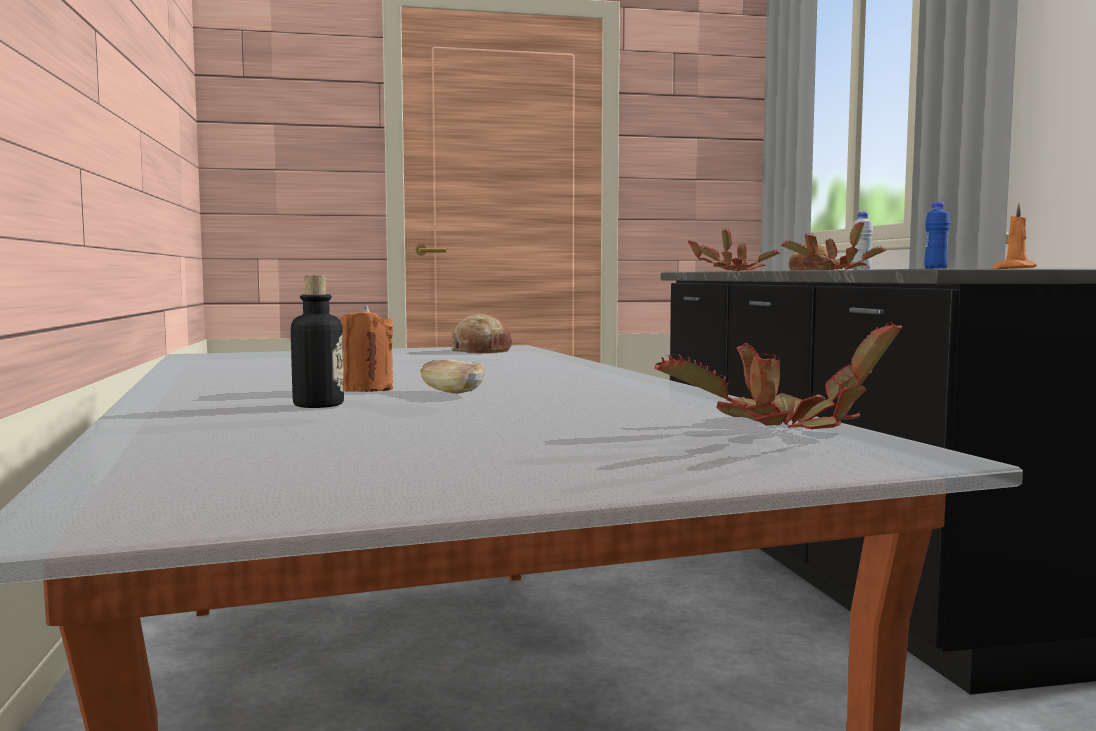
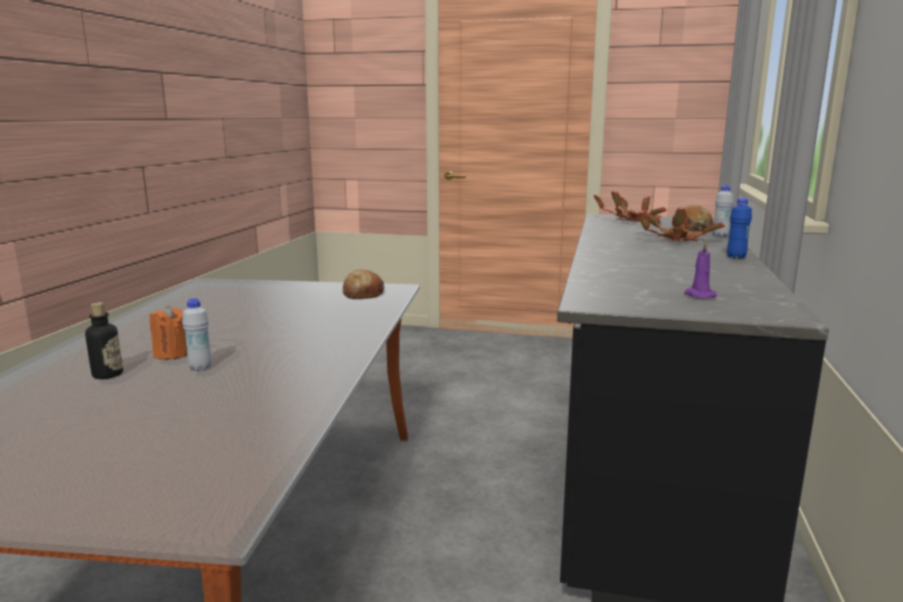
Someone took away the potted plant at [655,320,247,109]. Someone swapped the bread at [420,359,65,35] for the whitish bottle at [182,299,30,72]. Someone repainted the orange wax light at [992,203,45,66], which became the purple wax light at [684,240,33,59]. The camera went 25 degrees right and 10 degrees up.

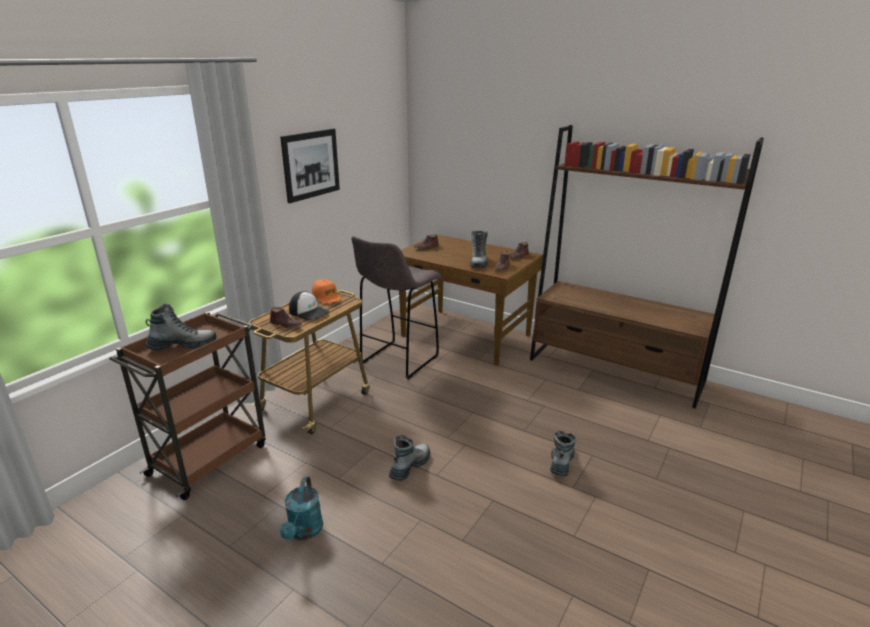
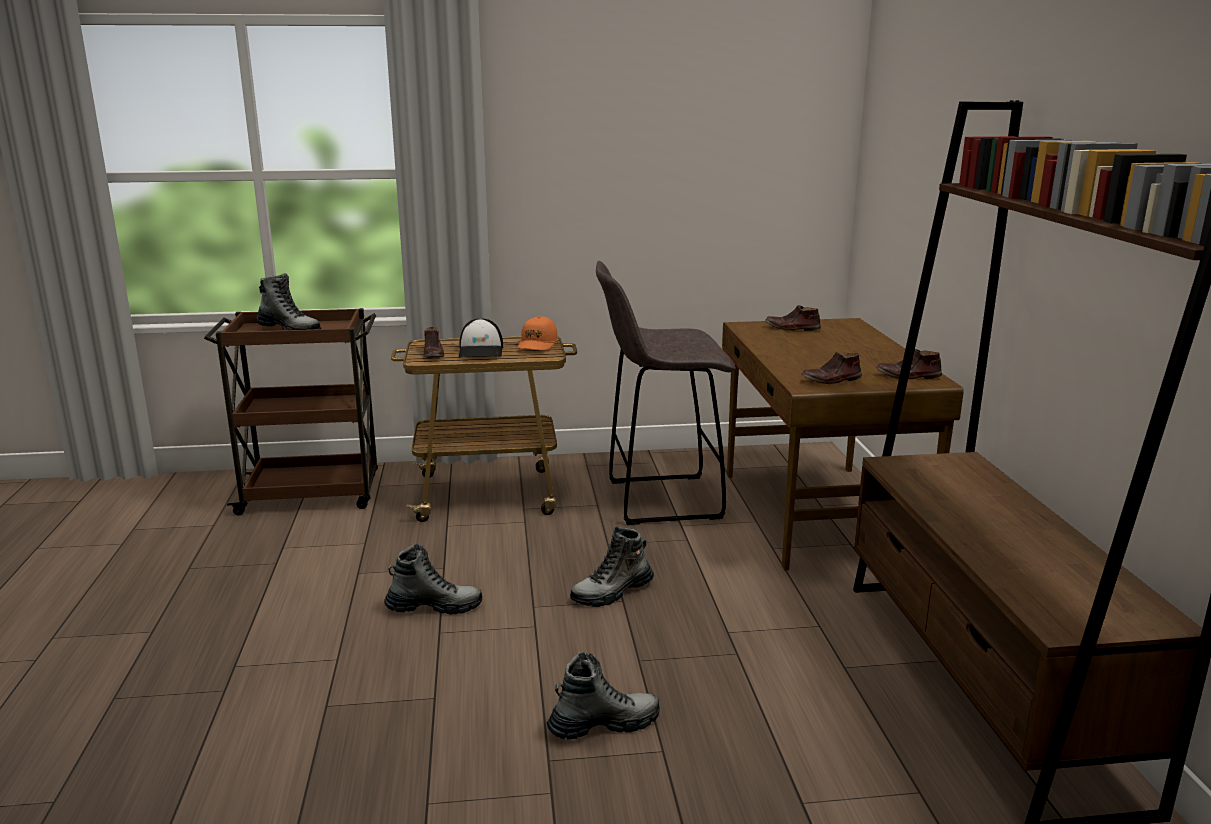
Someone took away the wall picture at [280,129,60,74]. Someone took away the turquoise watering pot at [280,476,43,64]. Someone carried the high-top boot from [470,231,18,37] to [570,526,84,81]. The camera went 50 degrees right and 5 degrees down.

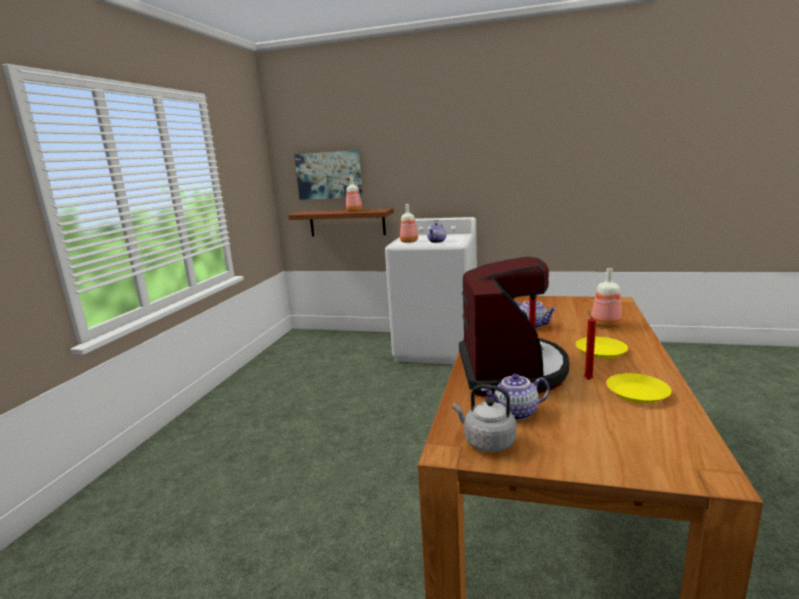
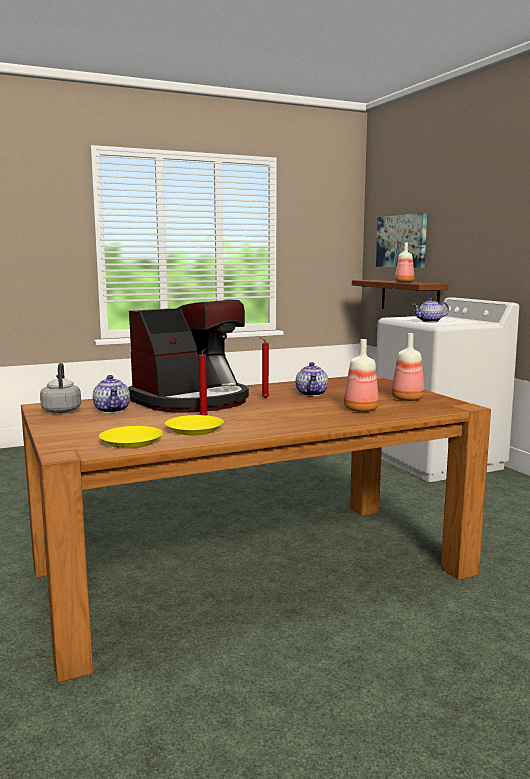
Someone carried the bottle from [400,204,18,39] to [391,333,33,68]. Someone carried the yellow plate from [576,337,52,22] to [99,426,64,23]. Someone rotated the pot for tea at [481,374,69,47] by 150 degrees counterclockwise. The camera went 50 degrees right and 5 degrees down.

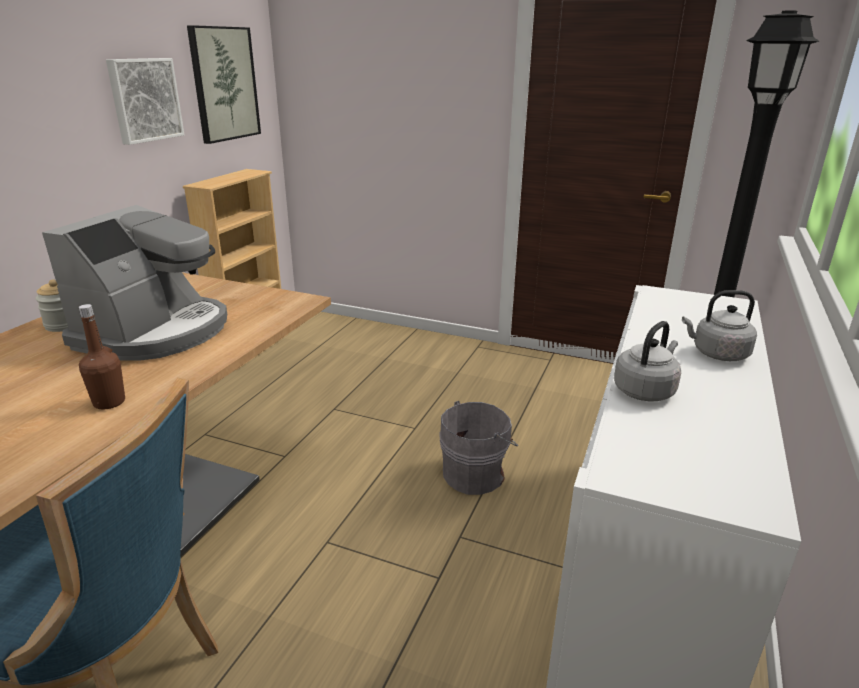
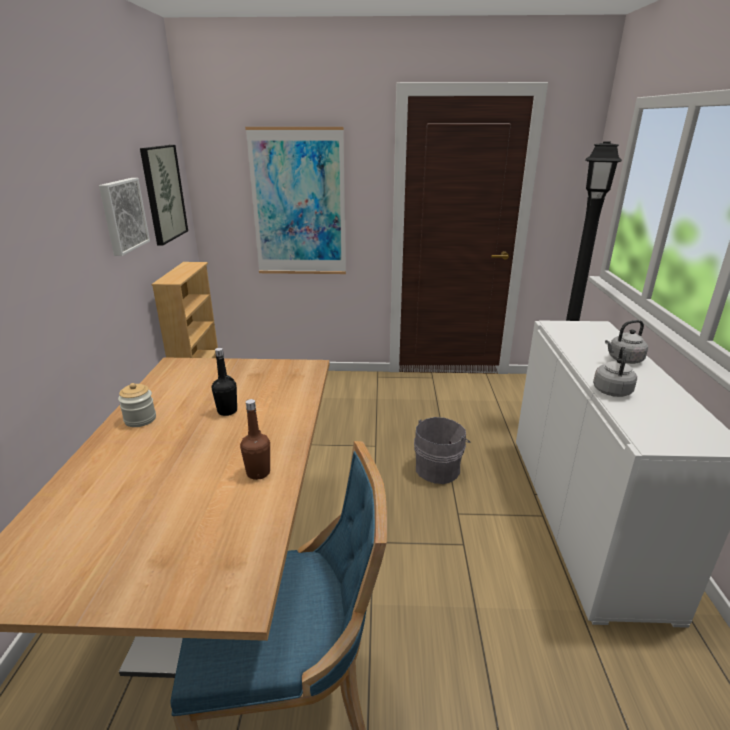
Someone put up the wall picture at [245,127,101,147]. Someone swapped the coffee brewer at [42,205,185,156] for the black-coloured bottle at [212,348,25,68]. The camera went 20 degrees left and 0 degrees up.

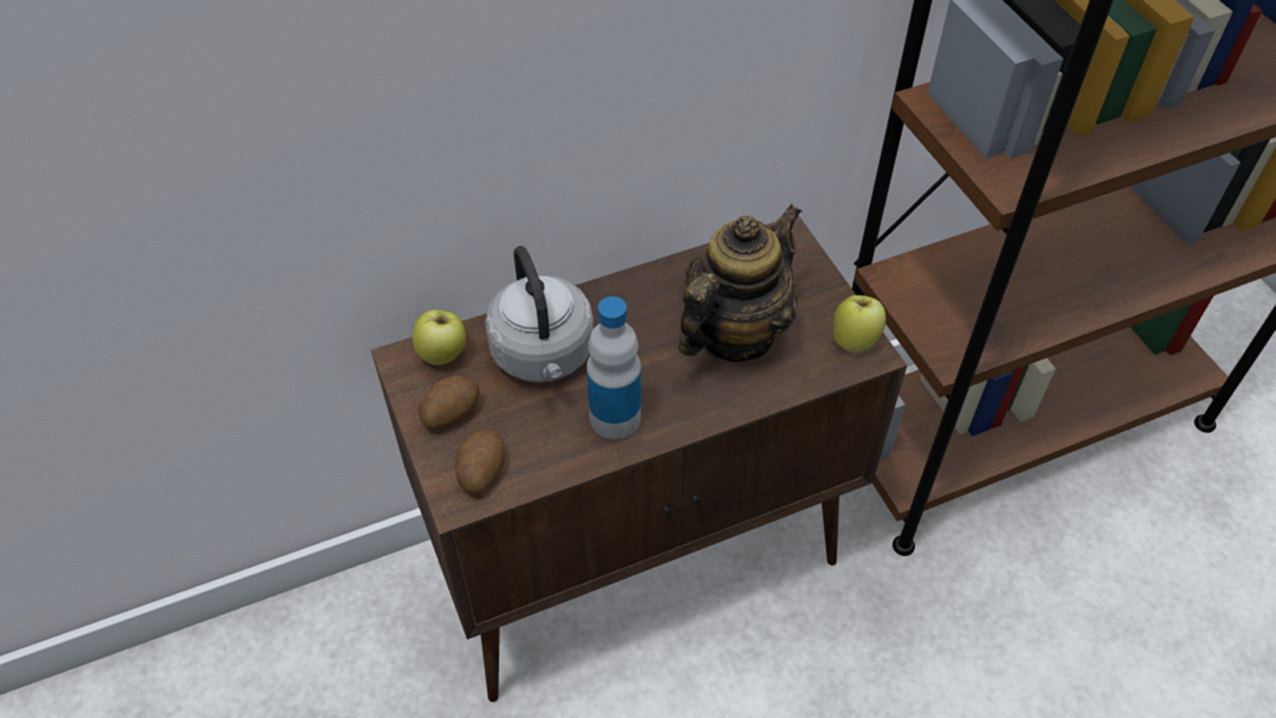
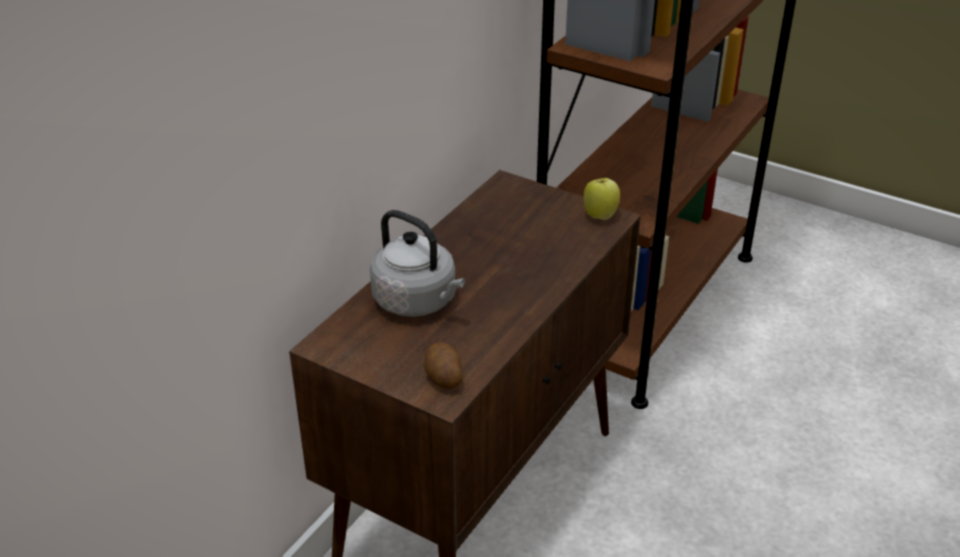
Someone took away the apple fruit at [413,309,53,56]. Someone took away the potato at [419,375,60,55]. Someone took away the bottle at [587,296,54,143]. Someone took away the pot for tea at [678,204,124,158]. The camera went 35 degrees left and 15 degrees down.

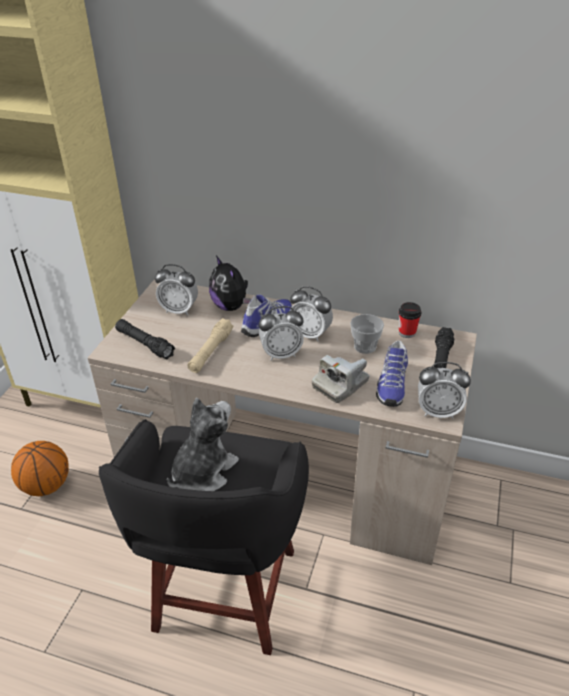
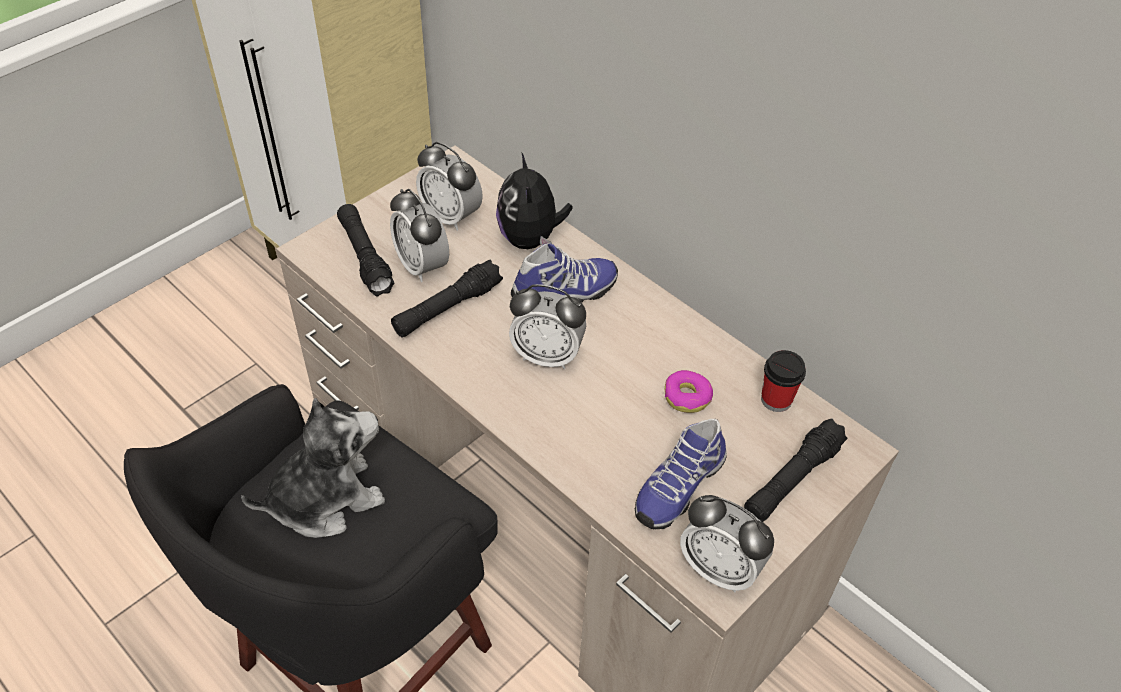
Someone took away the basketball at [11,441,58,55]. Someone took away the photo camera at [312,355,58,48]. Someone carried the alarm clock from [290,286,43,56] to [390,189,59,93]. Someone swapped the drinking cup at [350,314,34,40] for the doughnut at [665,370,48,43]. Someone repainted the beige torch at [187,318,46,55], which became the black-coloured torch at [391,259,112,78]. The camera went 25 degrees right and 10 degrees up.

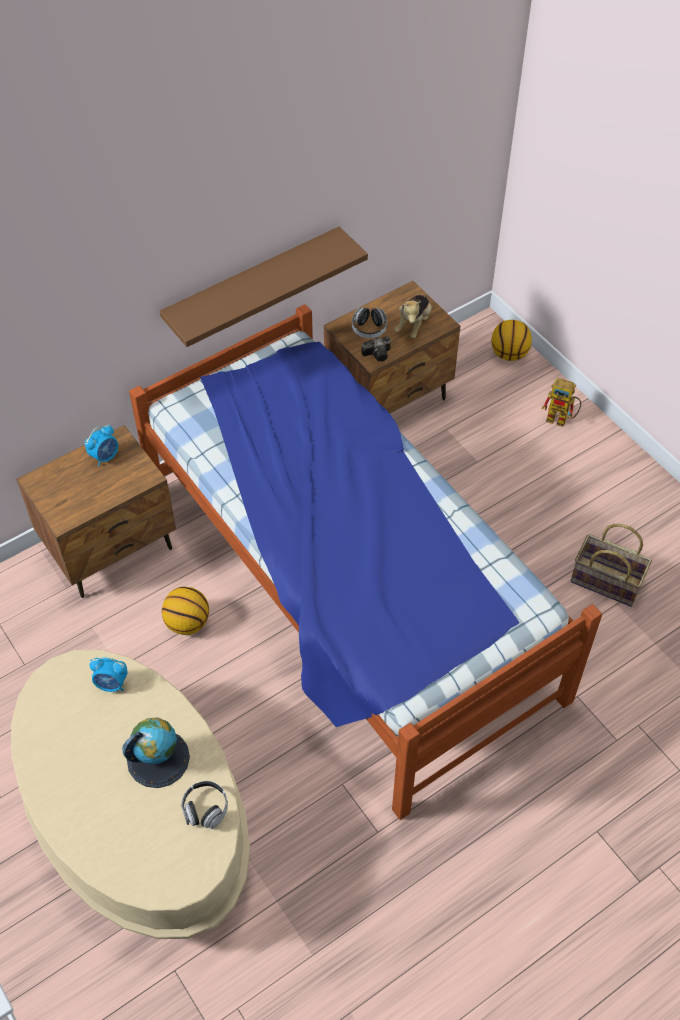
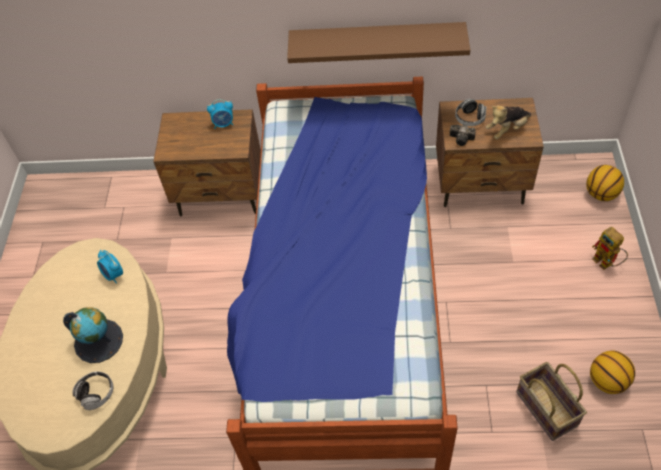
Someone carried the basketball from [162,587,47,48] to [590,350,45,44]. The camera went 40 degrees right and 0 degrees up.

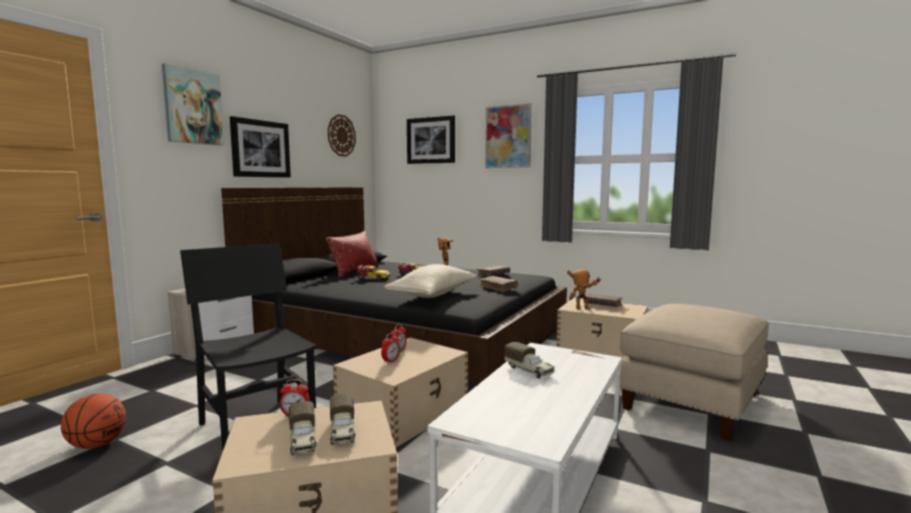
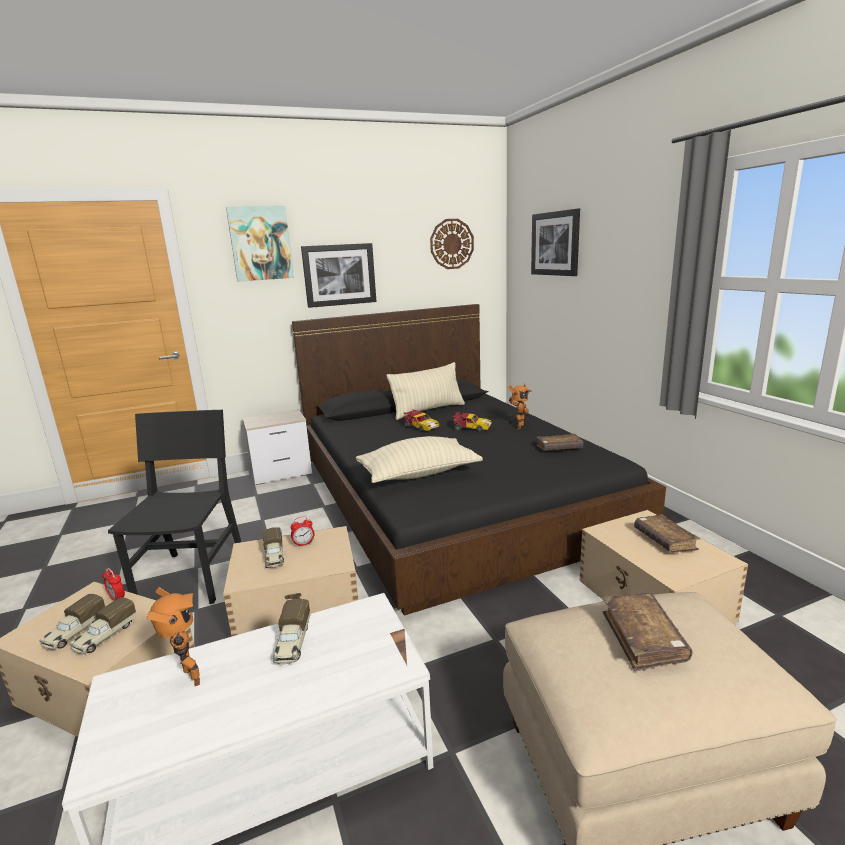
Someone took away the basketball at [61,394,65,55]. Someone took away the wall picture at [486,103,46,65]. Someone carried the brownish volume from [479,276,39,17] to [603,593,89,78]. Someone carried the robot figure from [567,269,34,41] to [147,587,53,99]. Someone swapped the alarm clock at [381,333,19,31] for the model truck at [263,527,21,41]. Someone repainted the red cushion at [326,231,52,47], which became the beige cushion at [387,362,78,58]. The camera went 40 degrees right and 10 degrees up.

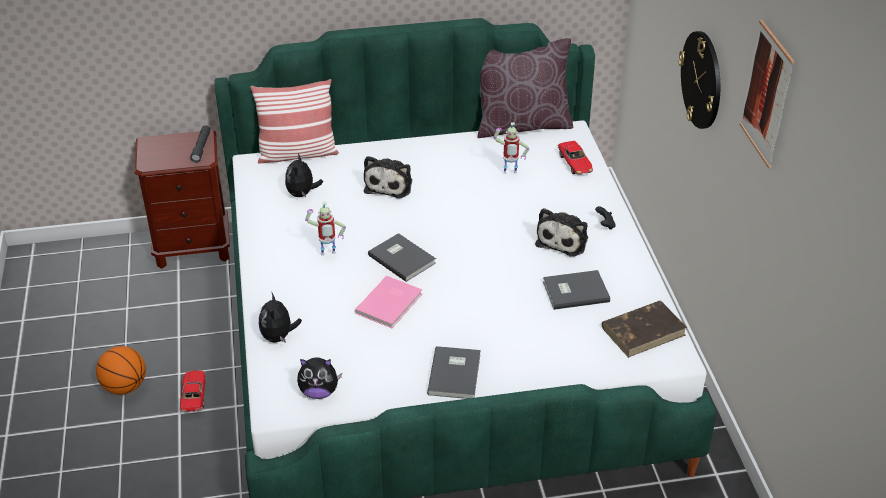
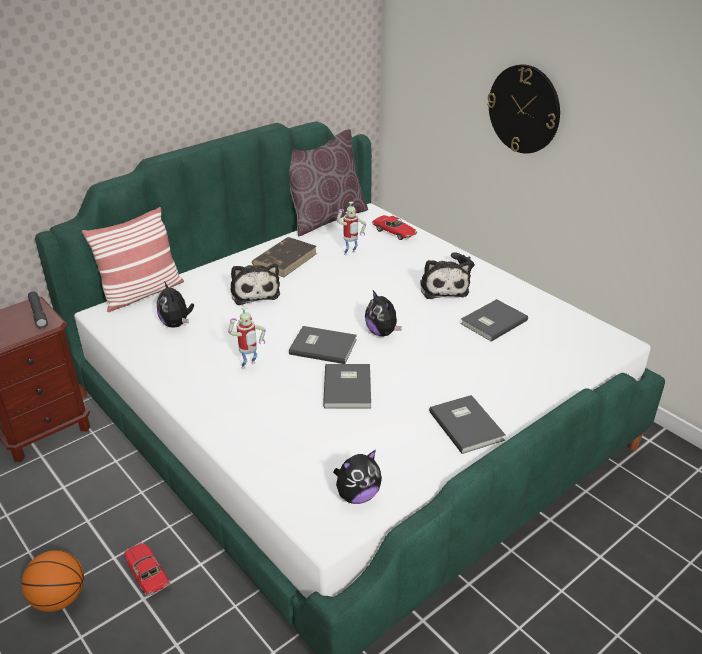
Someone took away the wall picture at [739,20,56,149]. Someone carried the plush toy from [259,293,43,50] to [365,290,37,46]. Someone carried the brownish volume from [602,301,85,57] to [252,237,65,40]. Someone repainted the pinkish volume at [355,276,67,52], which became the greyish volume at [323,364,48,44]. The camera went 30 degrees left and 5 degrees down.

